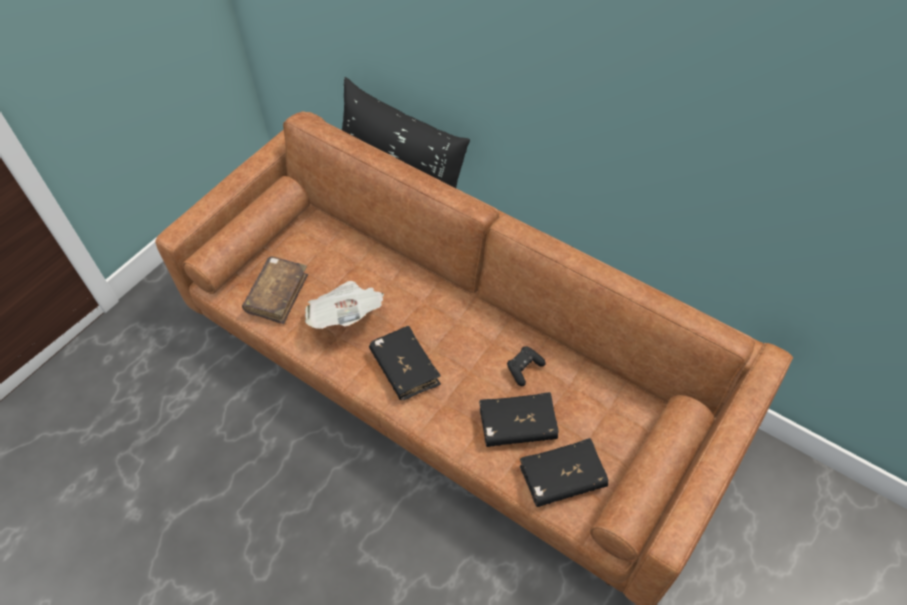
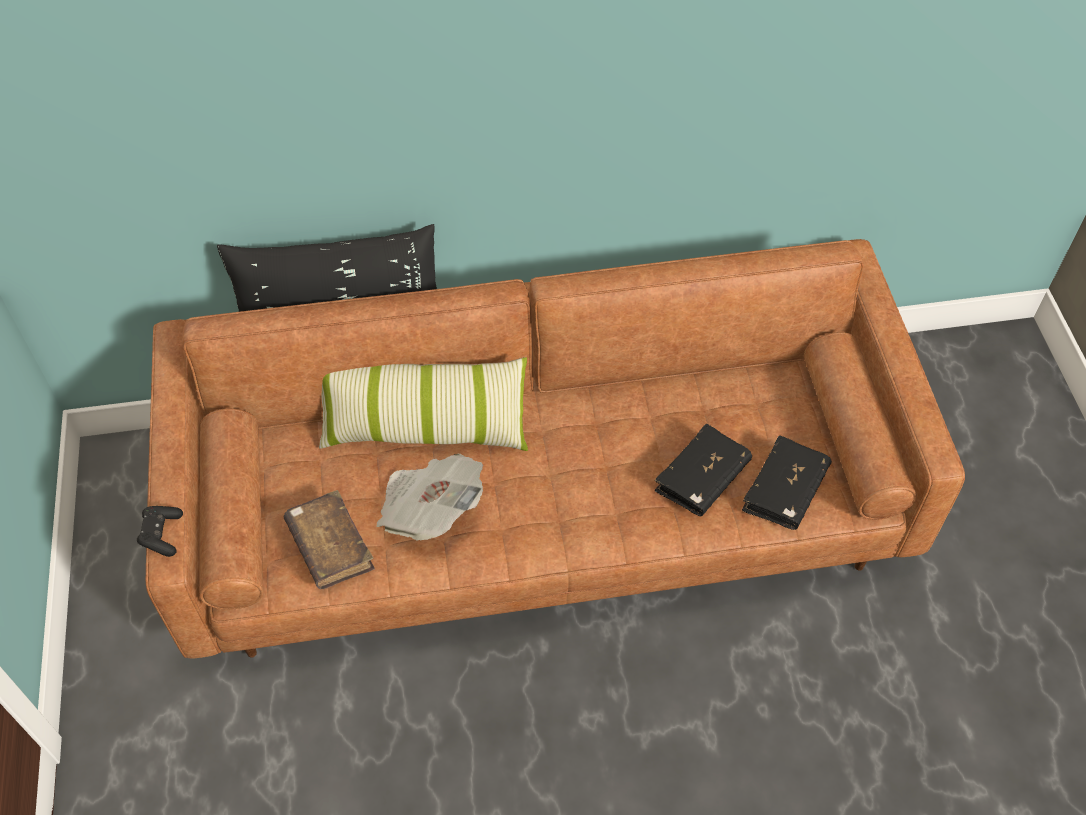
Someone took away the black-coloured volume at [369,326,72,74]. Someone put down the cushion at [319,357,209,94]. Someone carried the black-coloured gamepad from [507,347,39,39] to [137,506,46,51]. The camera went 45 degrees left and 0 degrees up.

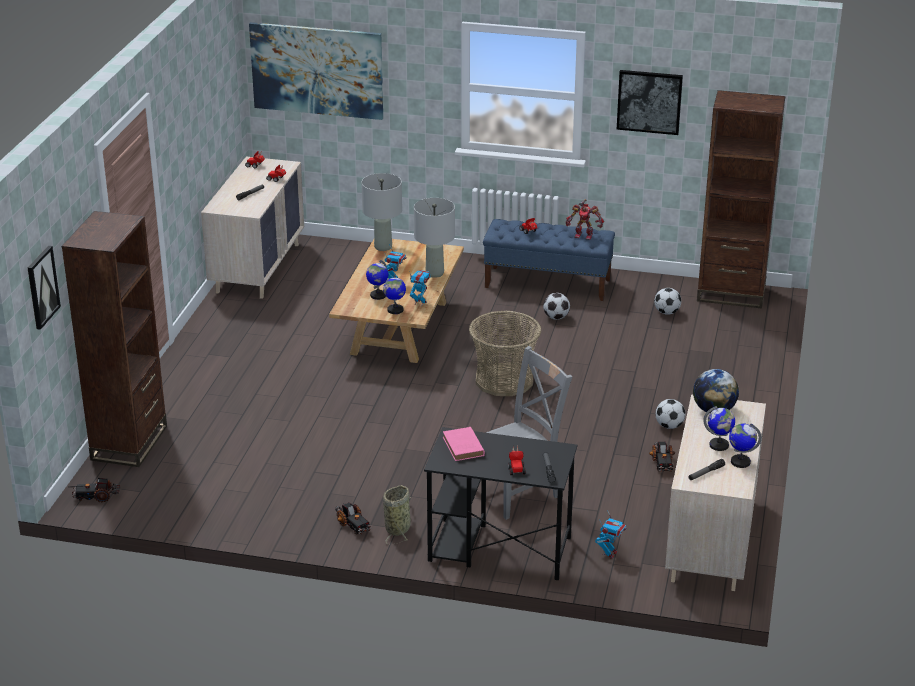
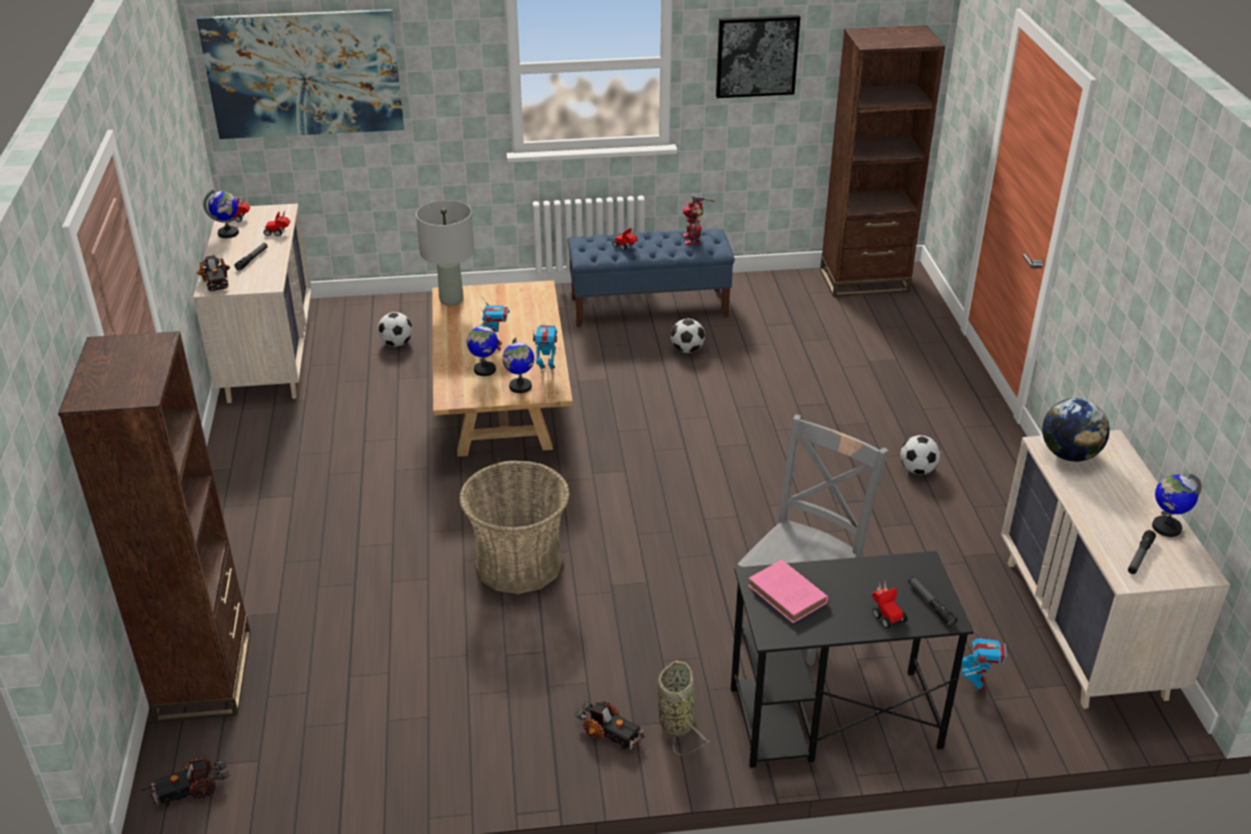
Someone took away the wall picture at [28,246,33,84]. Someone took away the greyish lamp for a table at [414,198,41,80]. Someone carried the basket from [469,311,73,85] to [459,460,111,134]. Someone carried the model truck from [649,441,26,31] to [197,255,33,36]. Someone carried the football ball from [654,288,27,27] to [378,312,35,35]. Someone carried the world globe from [703,406,32,45] to [203,190,36,48]. Someone rotated the robot figure at [566,199,38,41] by 90 degrees clockwise. The camera went 20 degrees left and 5 degrees up.

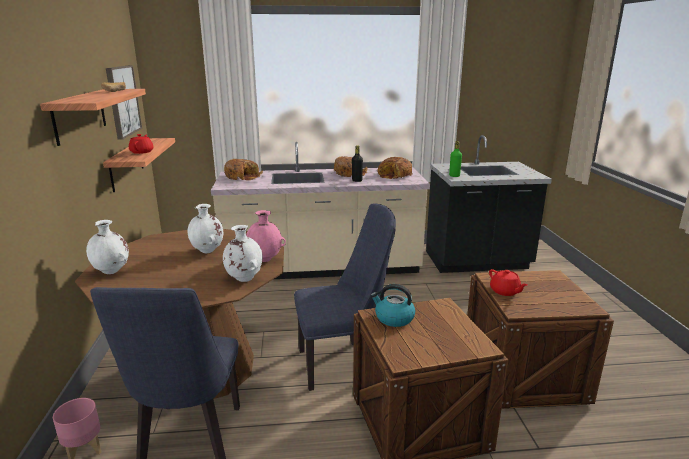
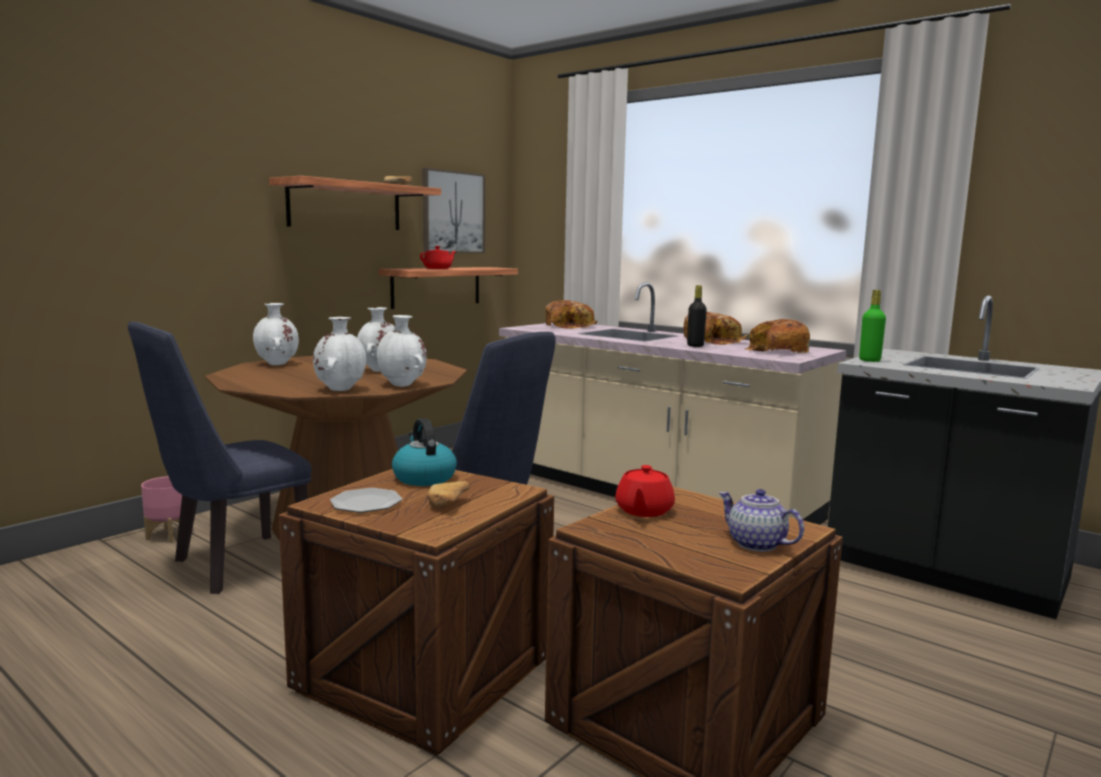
Someone put down the plate at [330,488,72,25]. Someone put down the bread at [427,481,43,26]. Someone put down the pot for tea at [719,489,85,63]. Someone repainted the pinkish flower vase at [246,210,40,52], which became the whitish flower vase at [377,315,50,72]. The camera went 45 degrees right and 10 degrees down.

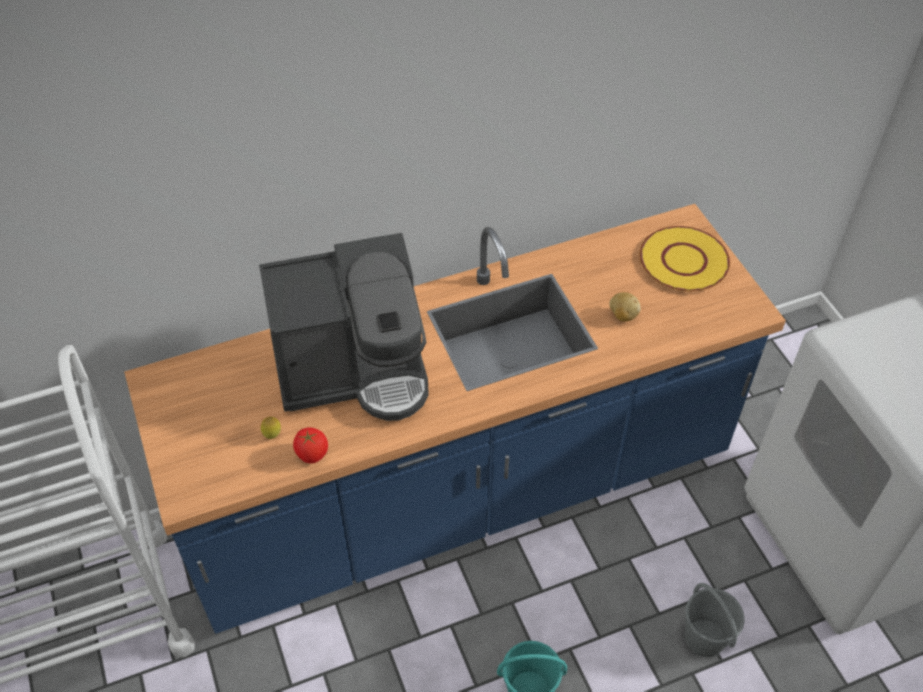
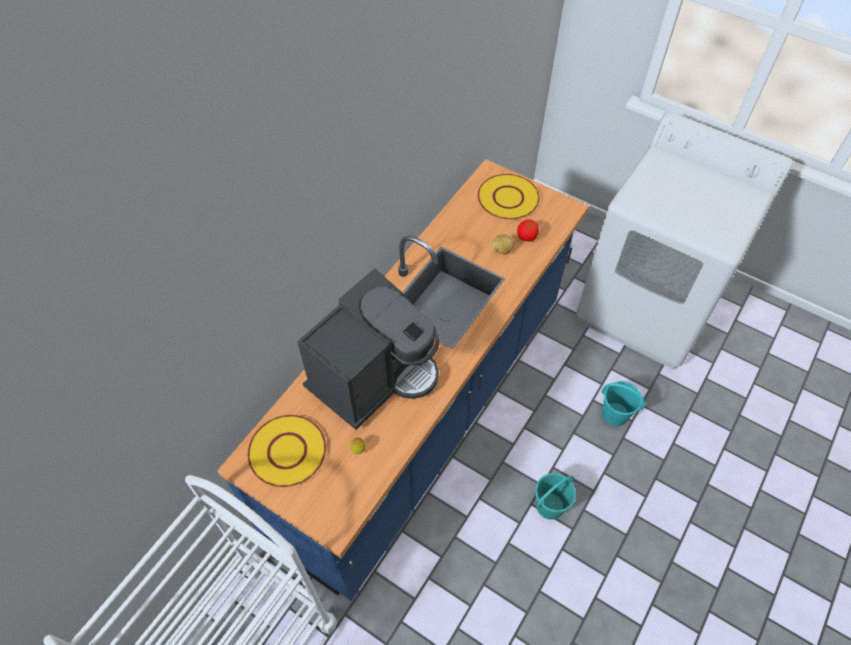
Someone put down the yellow plate at [248,415,78,72]. Someone carried the whole tomato from [293,427,35,36] to [517,219,22,23]. Someone repainted the greyish bucket at [685,583,60,74], which became the turquoise bucket at [601,381,44,45]. The camera went 35 degrees left and 5 degrees up.

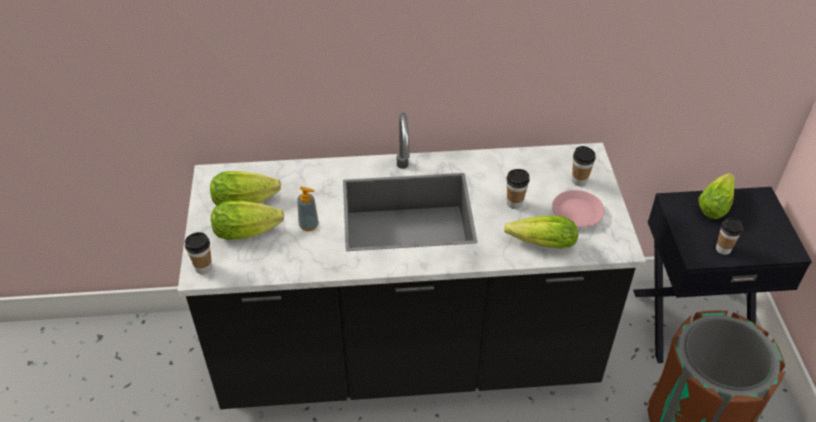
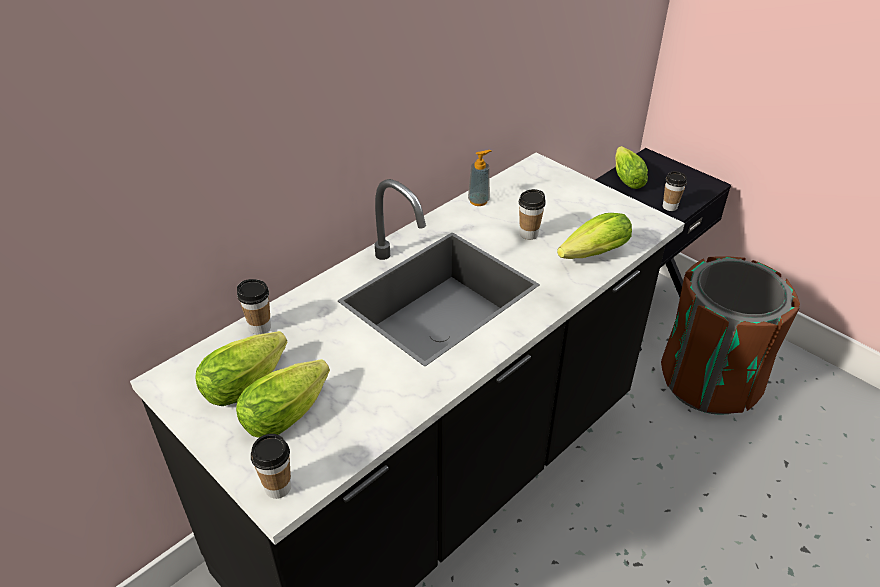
Someone took away the pinkish plate at [552,190,53,38]. Someone carried the liquid soap bottle from [297,187,22,44] to [468,150,23,56]. Someone carried the drinking cup from [572,146,24,40] to [237,279,34,56]. The camera went 40 degrees left and 5 degrees down.

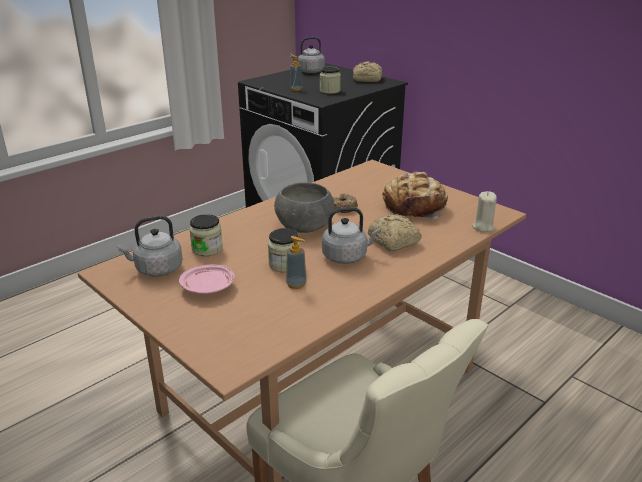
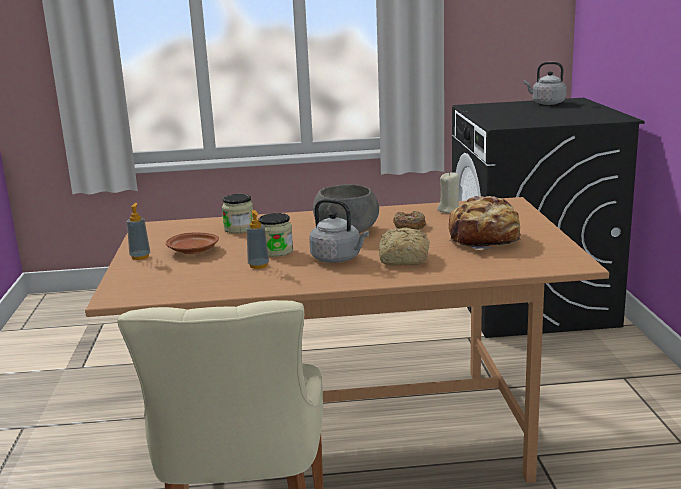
Someone took away the greyish tea kettle at [117,216,65,61]. Someone took away the jar at [320,67,21,27]. Someone took away the bread at [353,61,29,21]. Someone carried the liquid soap bottle from [290,55,13,36] to [127,203,23,57]. Someone carried the beige wax light from [472,191,25,41] to [437,172,23,41]. Someone repainted the pinkish plate at [179,265,56,29], which became the brownish plate at [166,232,53,22]. The camera went 40 degrees right and 10 degrees down.

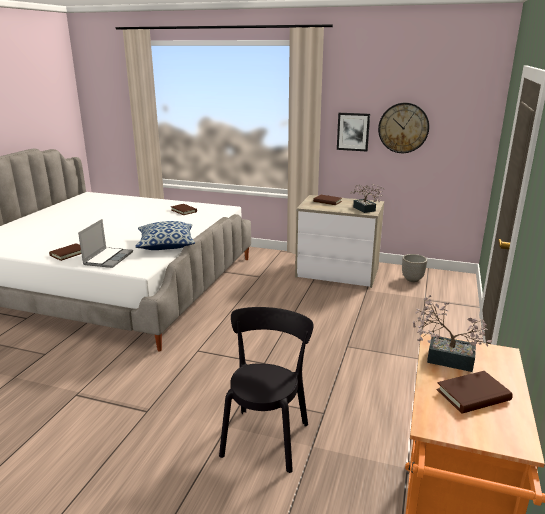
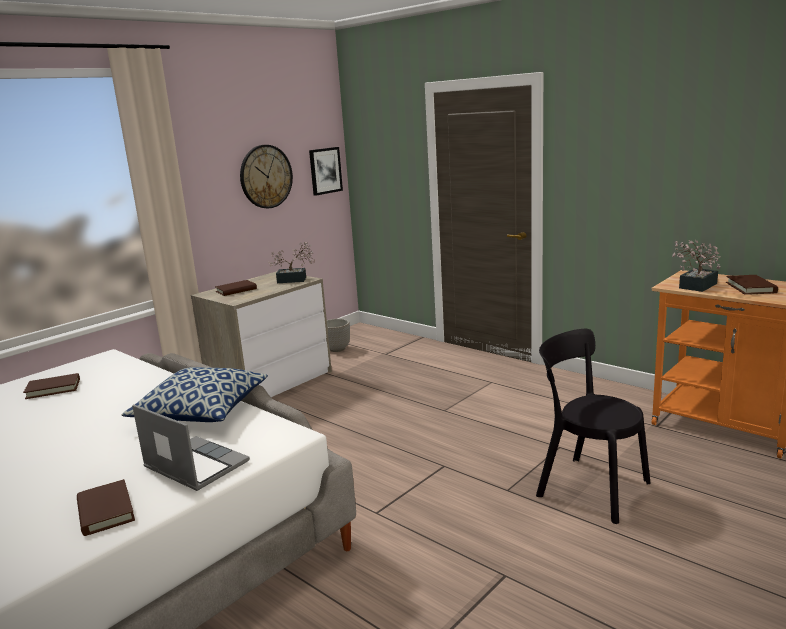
Someone carried the wall picture from [337,113,33,38] to [309,147,34,49]. The camera went 65 degrees left and 5 degrees down.

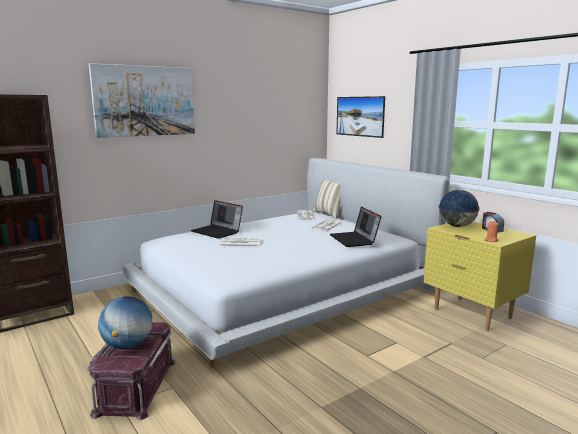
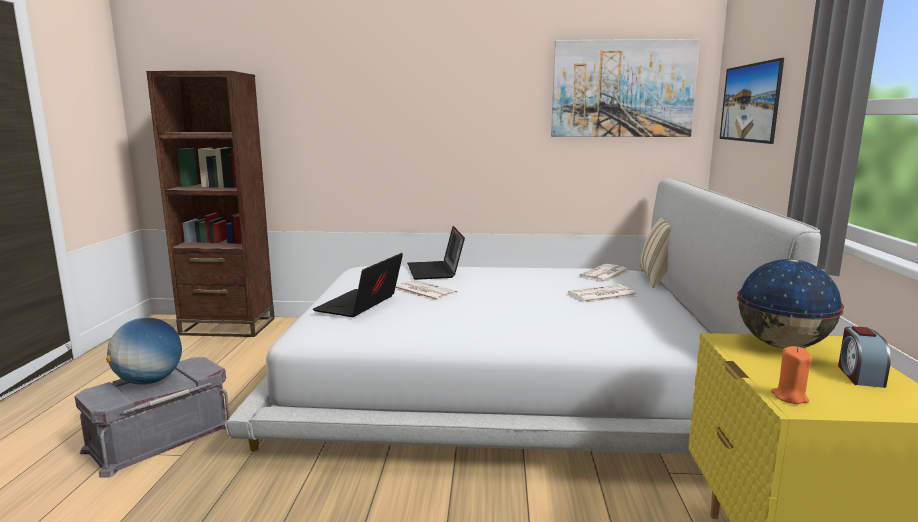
Someone carried the wall picture from [89,63,106,75] to [551,39,149,98]. Someone carried the portable computer from [330,206,51,41] to [313,253,90,64]. Someone repainted the red storage box at [87,322,89,98], which became the greyish storage box at [75,357,155,121]. The camera went 40 degrees right and 0 degrees up.

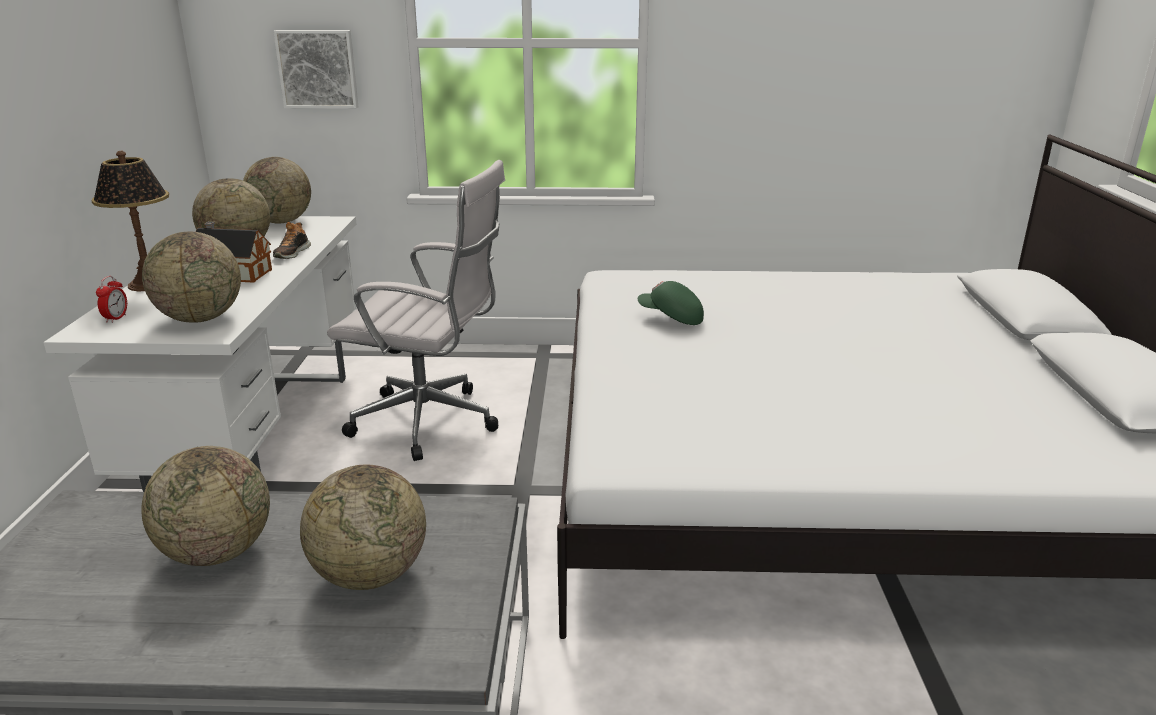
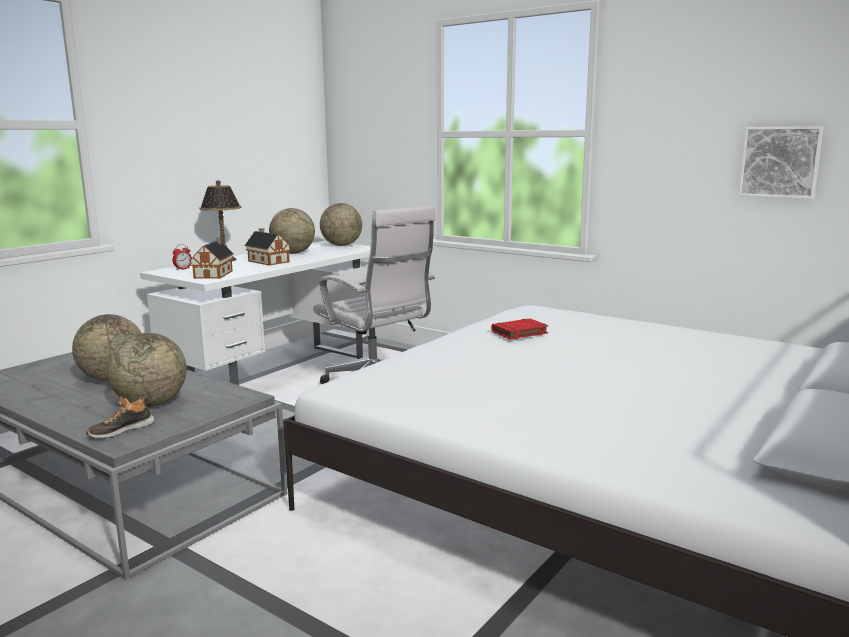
Someone carried the wall picture from [273,30,86,79] to [738,126,86,73]. Someone carried the shoe from [273,222,38,37] to [86,397,69,41]. Someone swapped the world globe at [142,232,99,91] for the toy house at [189,237,45,42]. Someone swapped the greenish cap at [638,281,66,44] for the red volume at [491,318,58,22]. The camera went 35 degrees right and 10 degrees down.

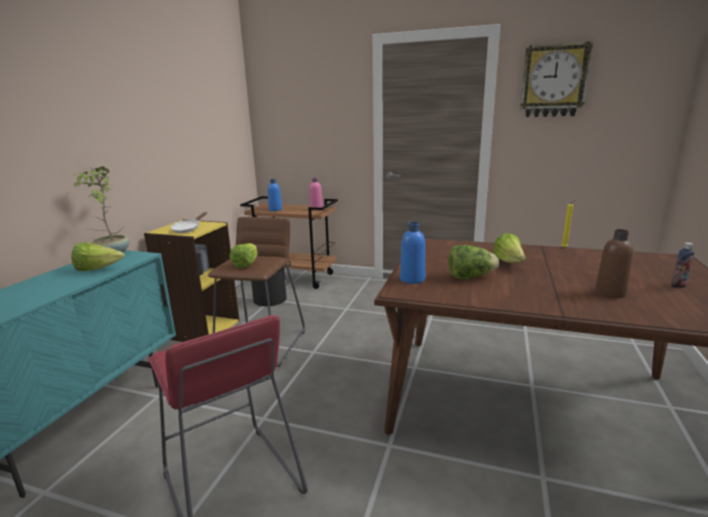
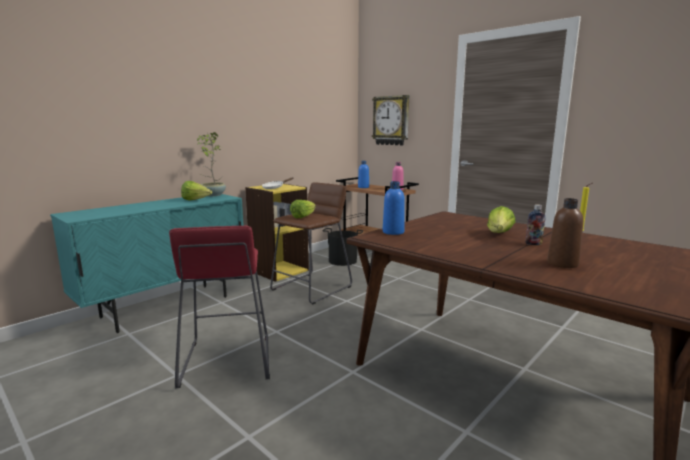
Someone took away the lettuce at [448,245,51,34]. Someone carried the wall clock from [520,41,73,76] to [372,95,37,51]. Someone carried the bottle from [671,242,24,46] to [525,204,20,41]. The camera went 25 degrees right and 5 degrees down.

